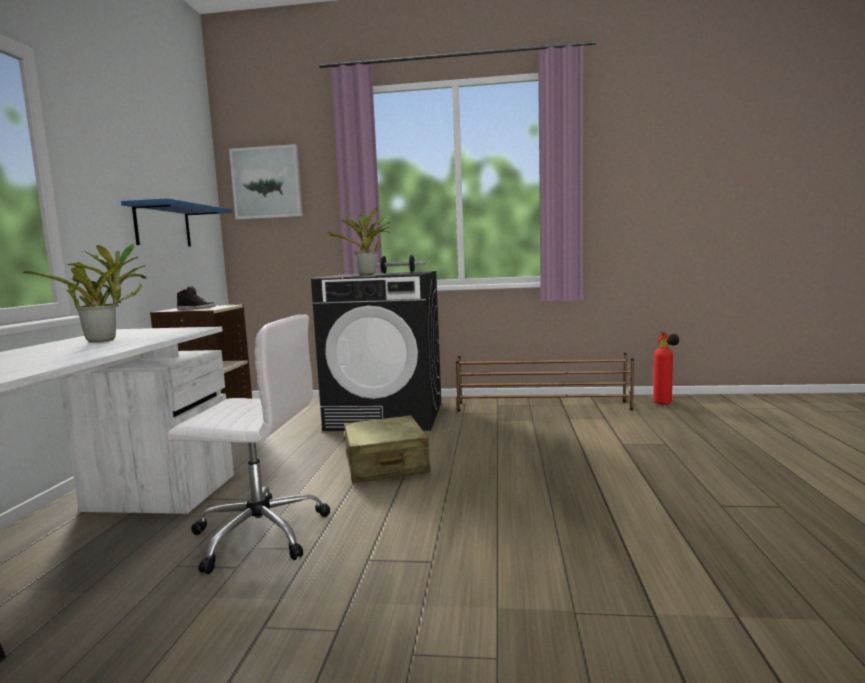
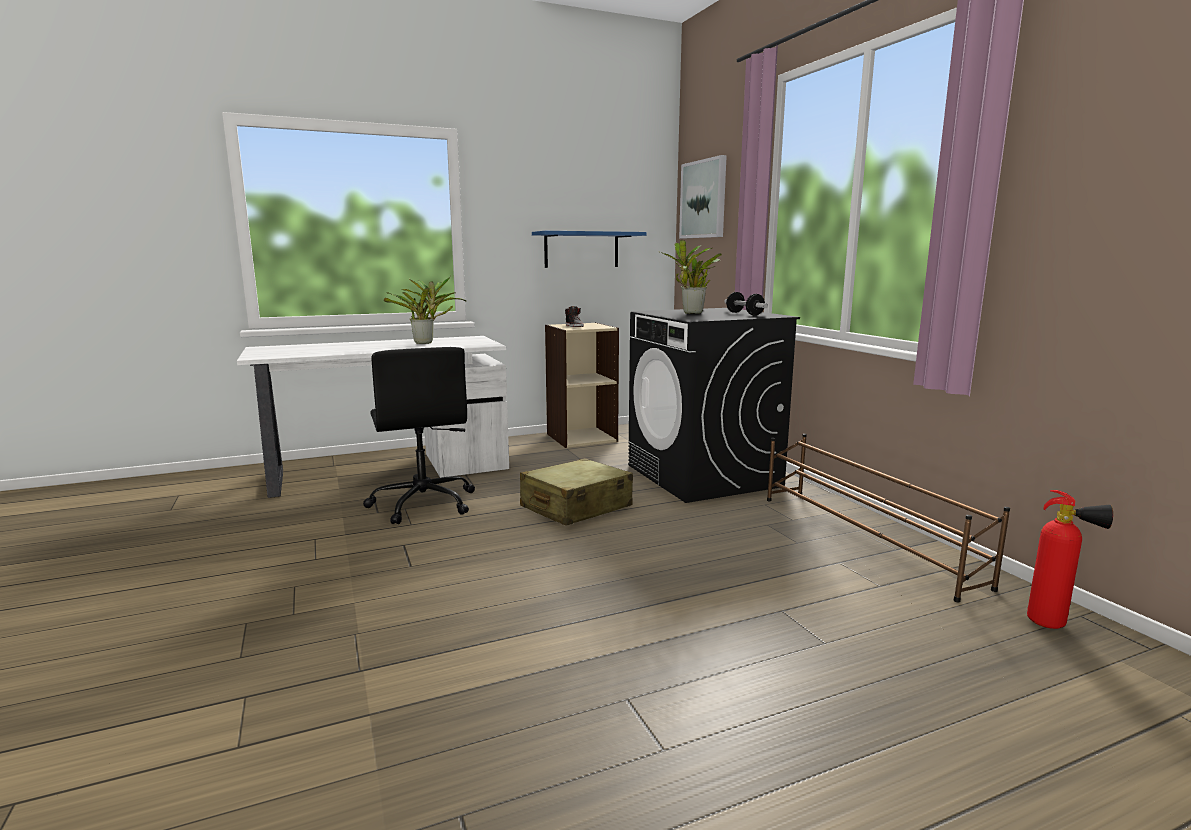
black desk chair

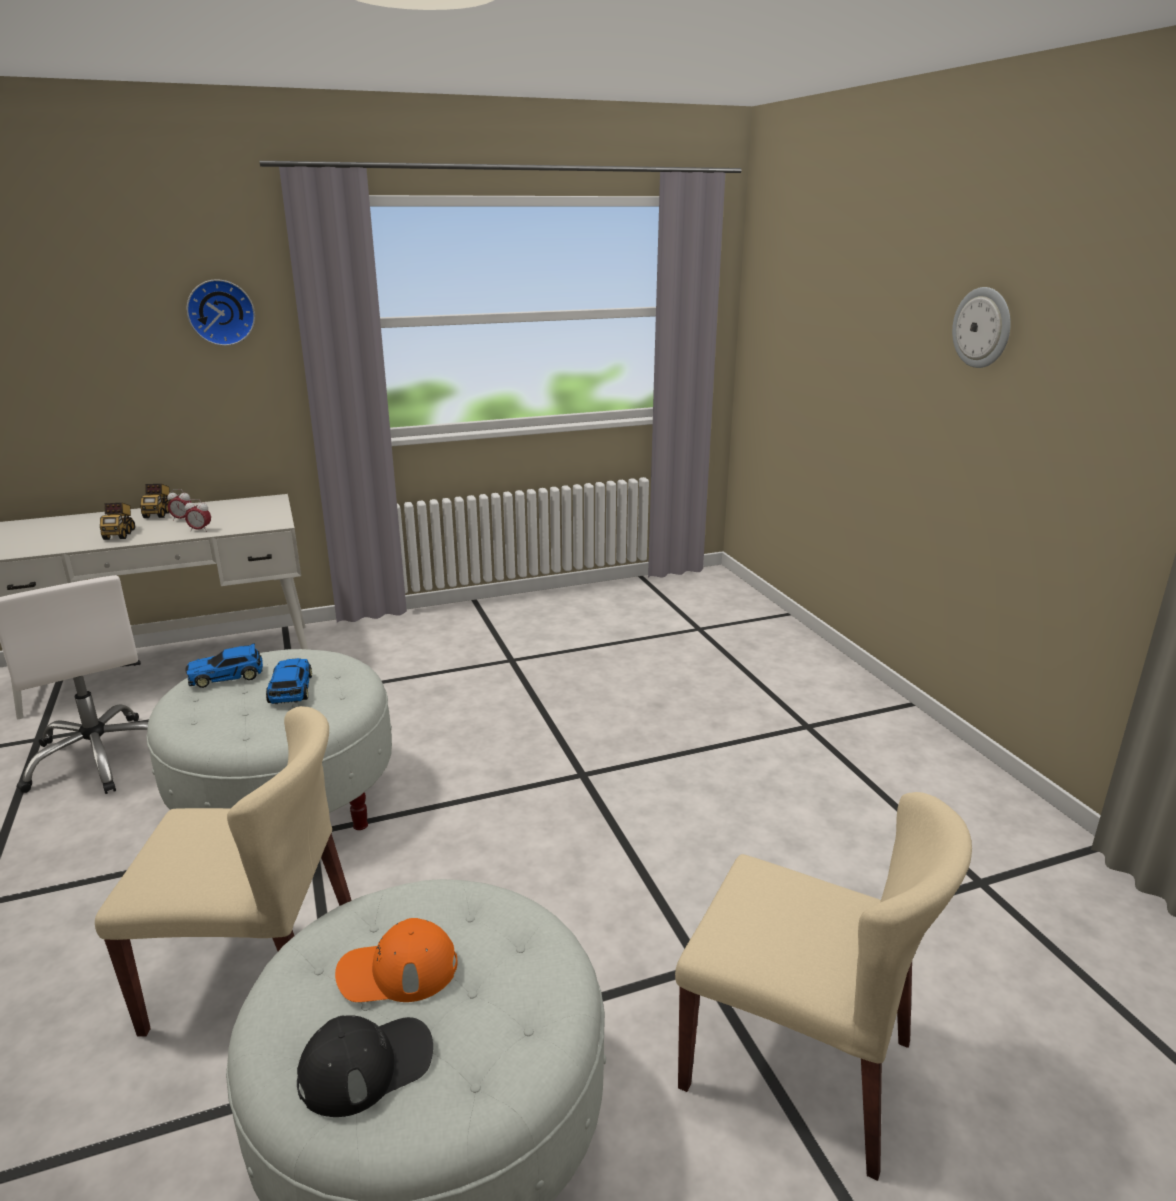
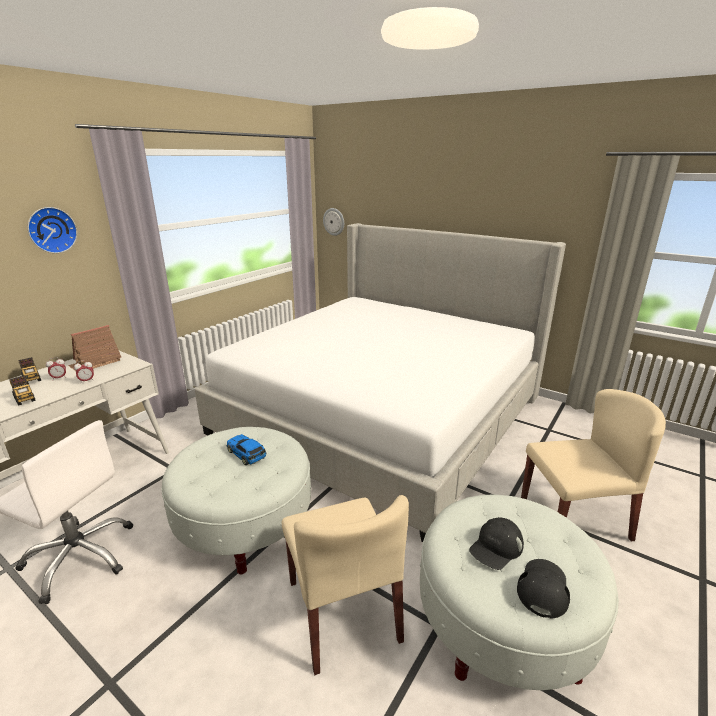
miniature car (1st from left in the first image); model house; bedroom bed; clock on the wall (2nd from left); black cap (1st from left); beige-coloured upright chair (1st from left)

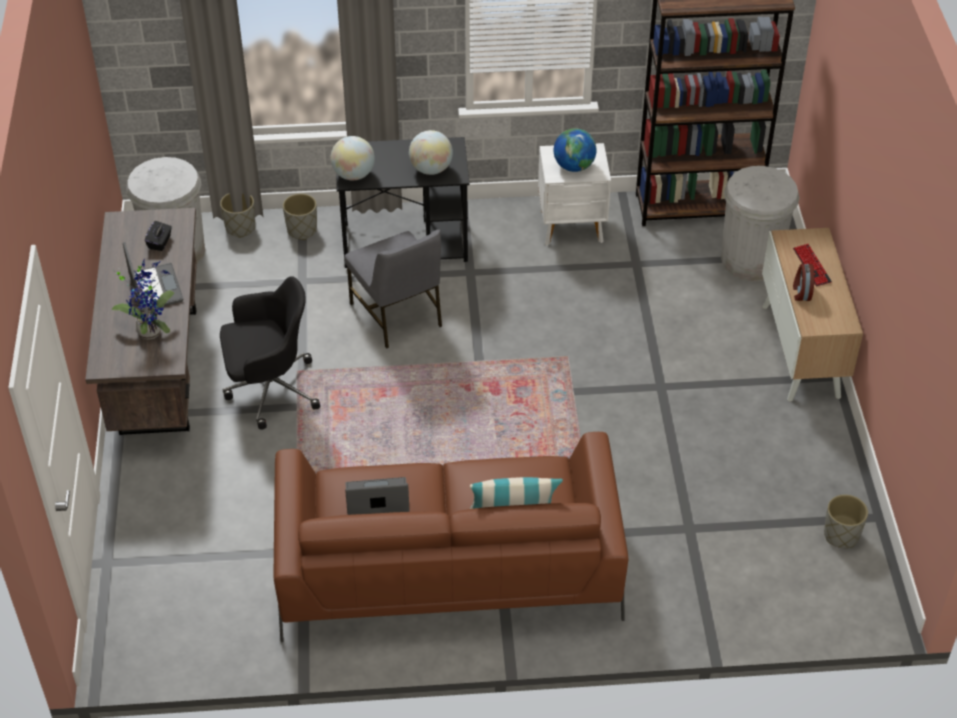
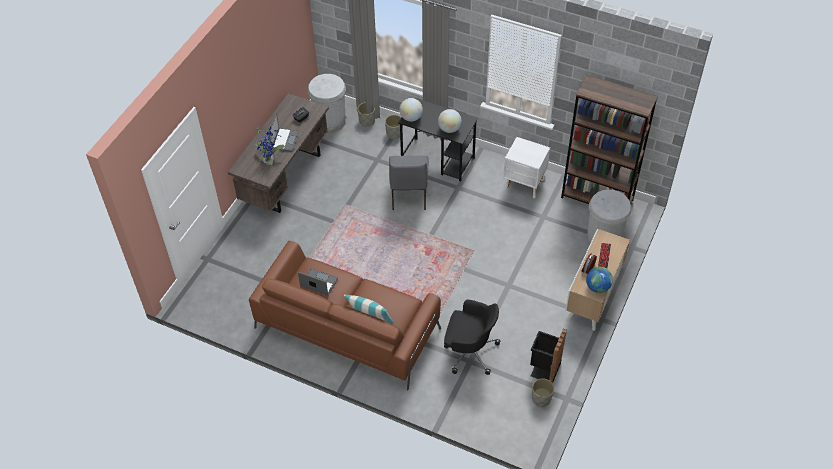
black waste bin; black desk chair; desk globe (3rd from left)

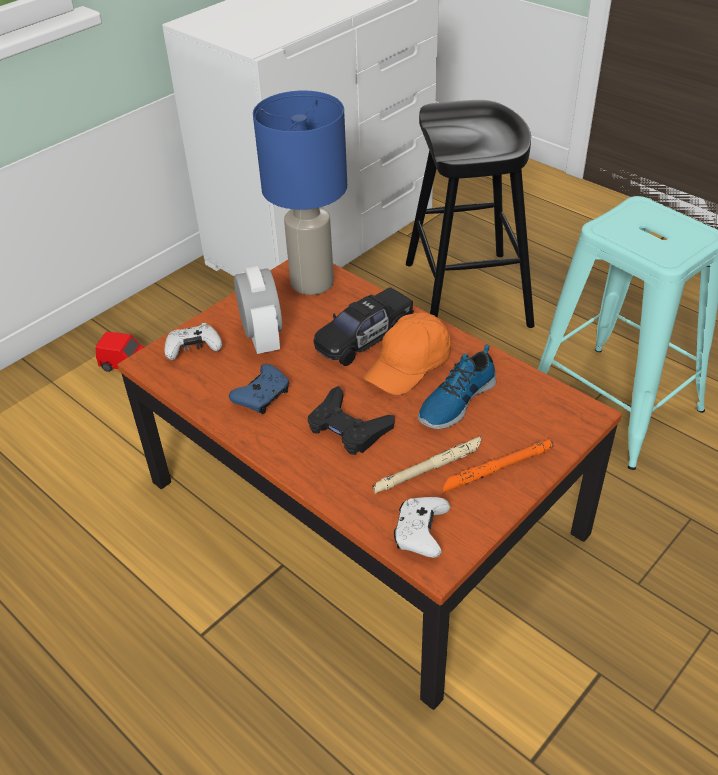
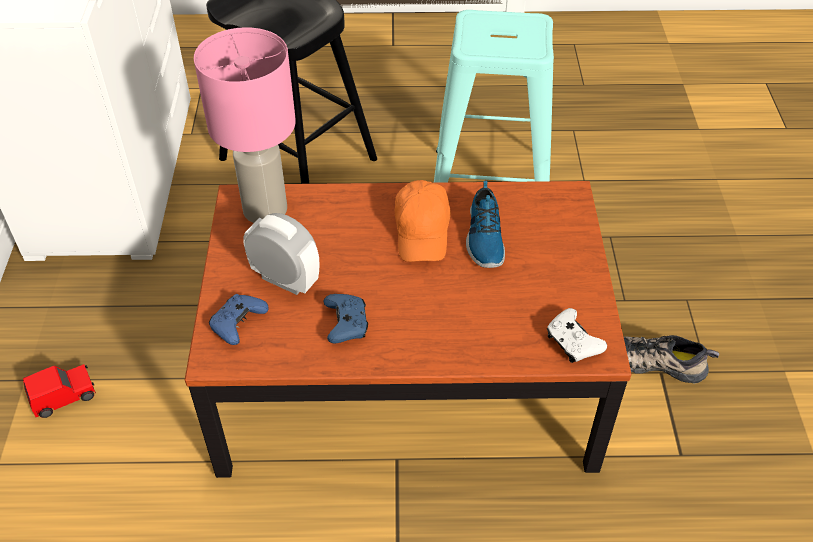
black gamepad; black miniature car; beige-coloured hand torch; orangey hand torch; low shoe (2nd from left); blue-coloured gamepad (1st from left); pink-coloured table lamp

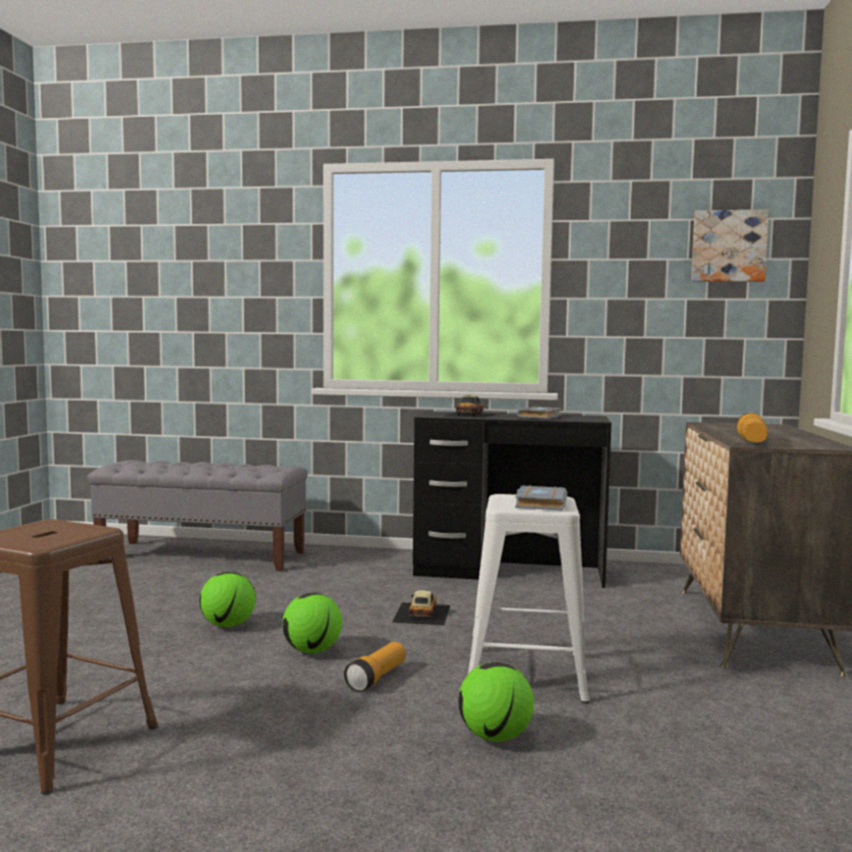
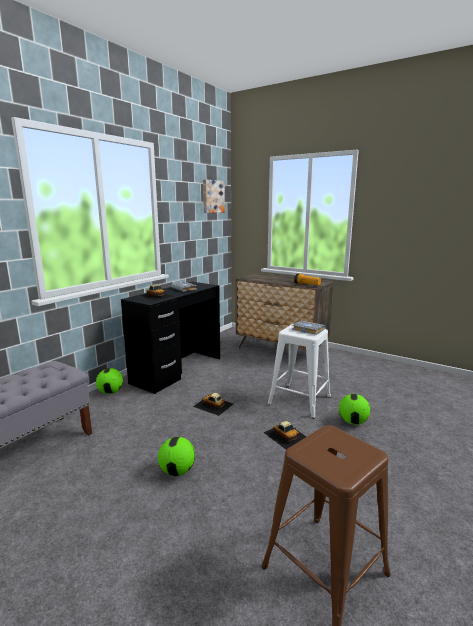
ball for football (1st from left); miniature car (3rd from left)

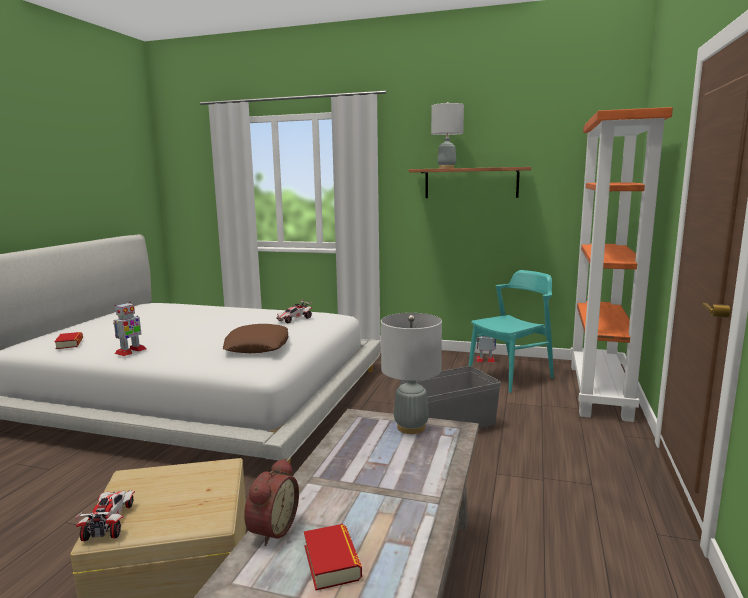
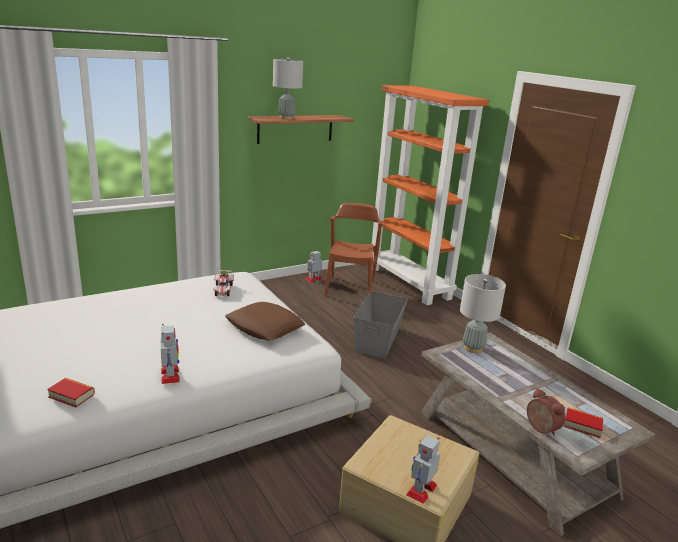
model robot (3rd from left); brown upright chair

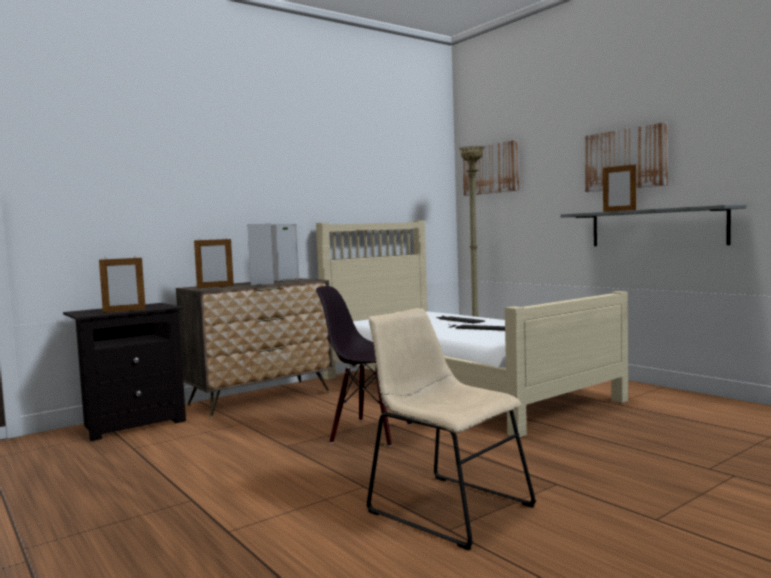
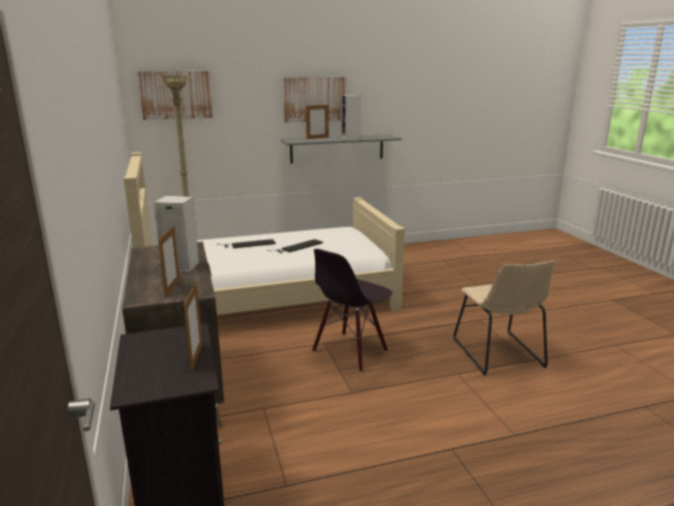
loudspeaker (2nd from left); beige-coloured upright chair

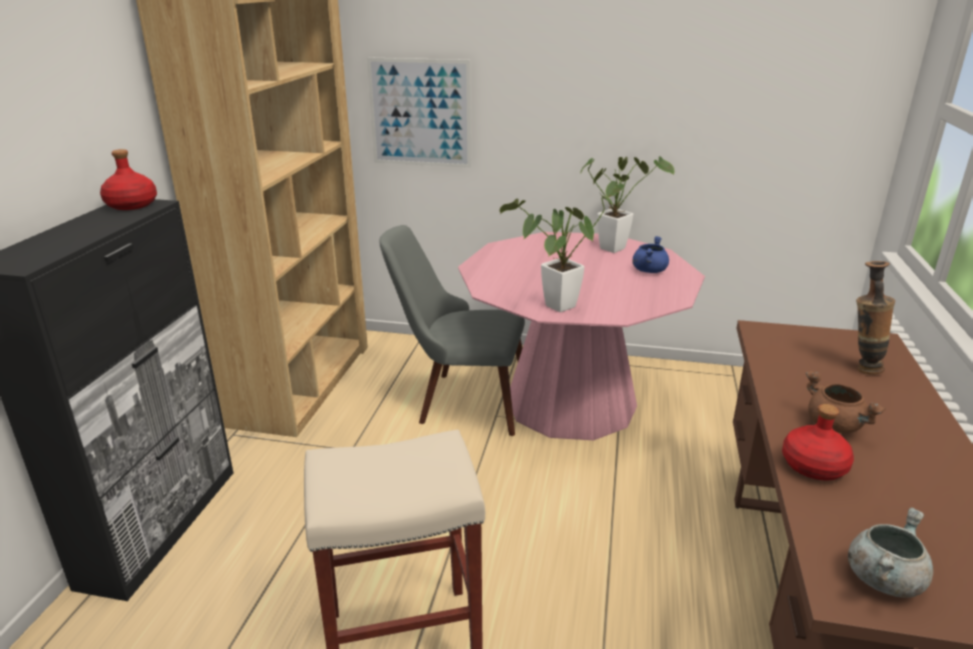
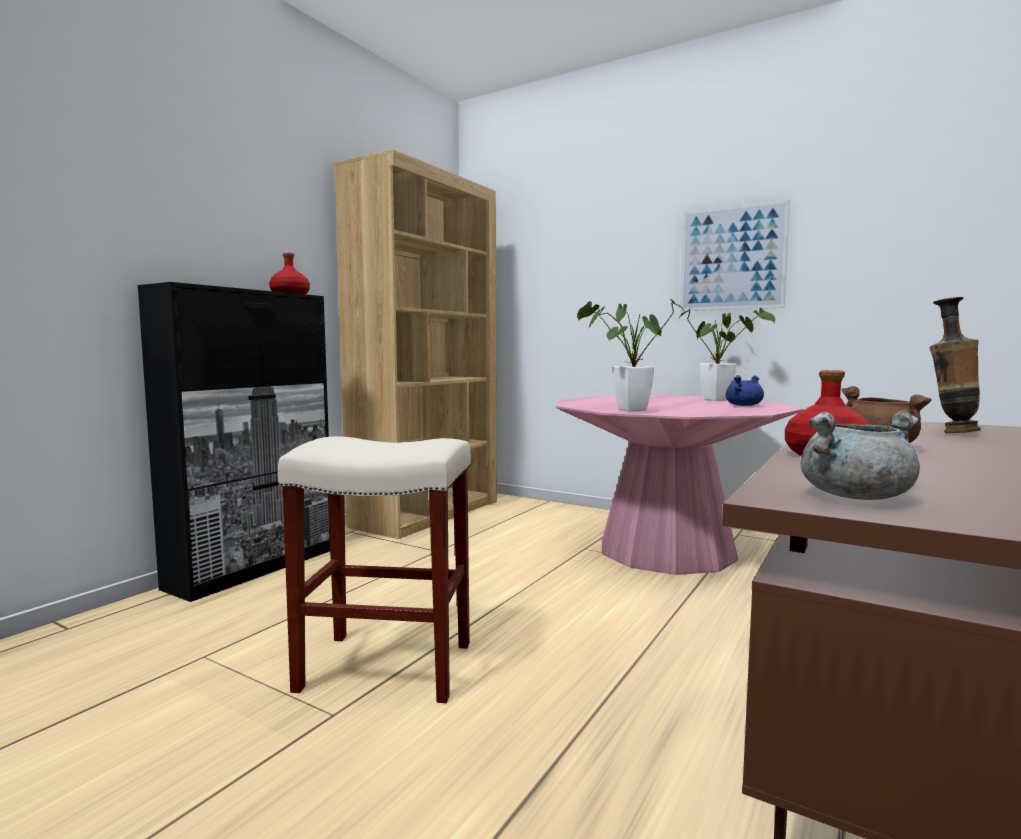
gray upright chair; wall picture

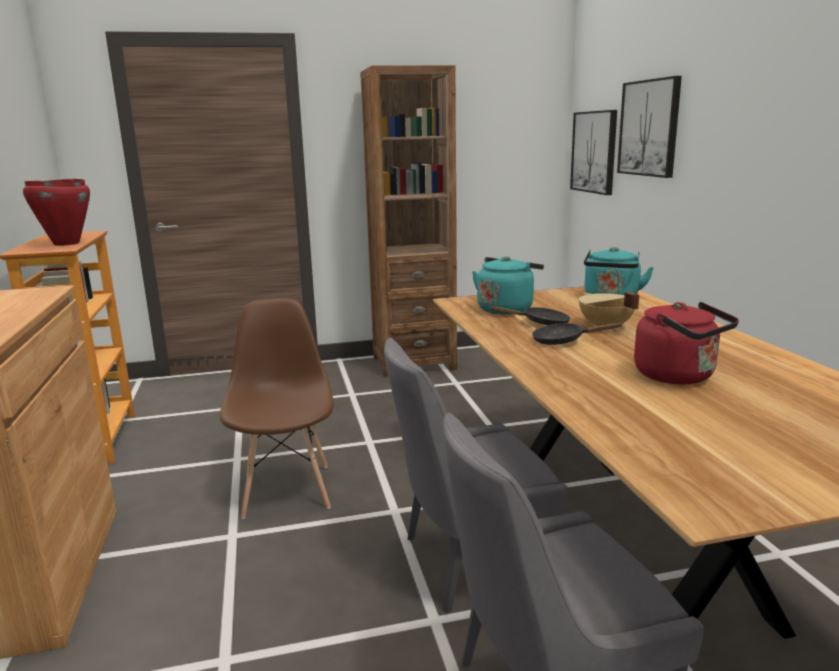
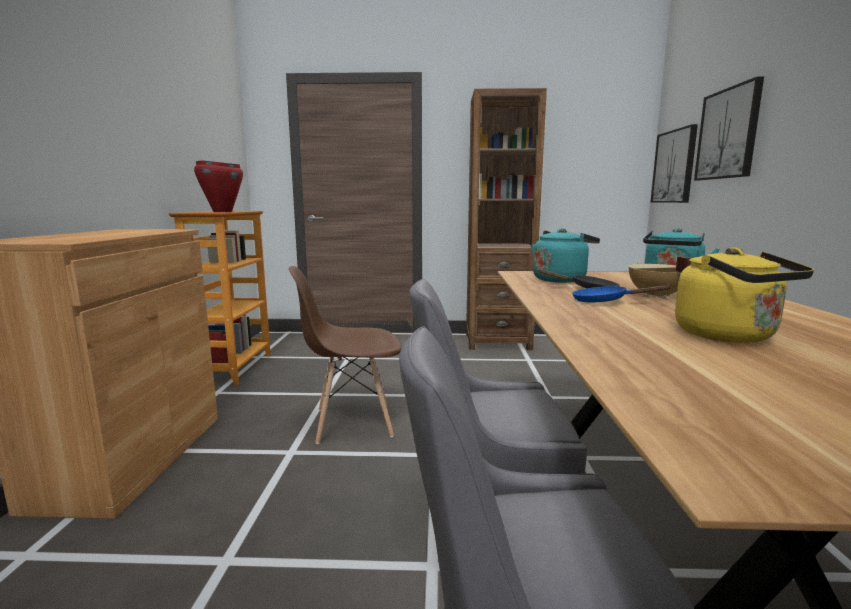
blue-coloured skillet; yellowish water kettle; brown upright chair

